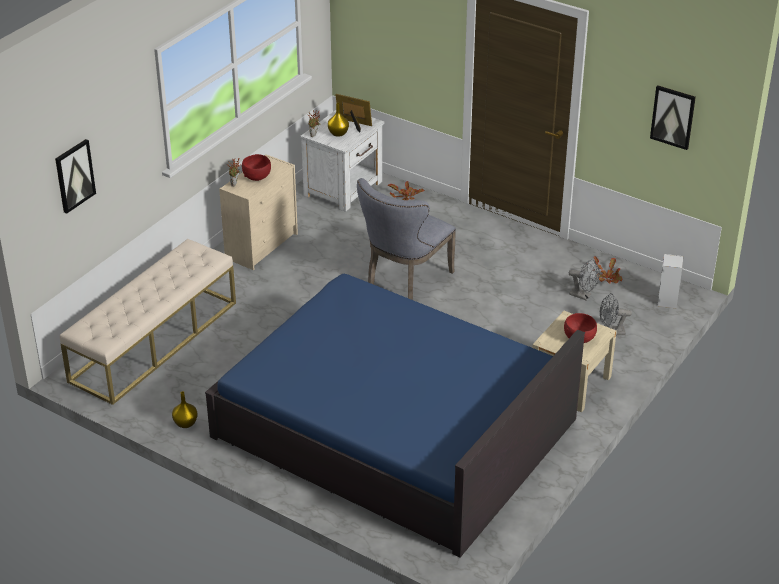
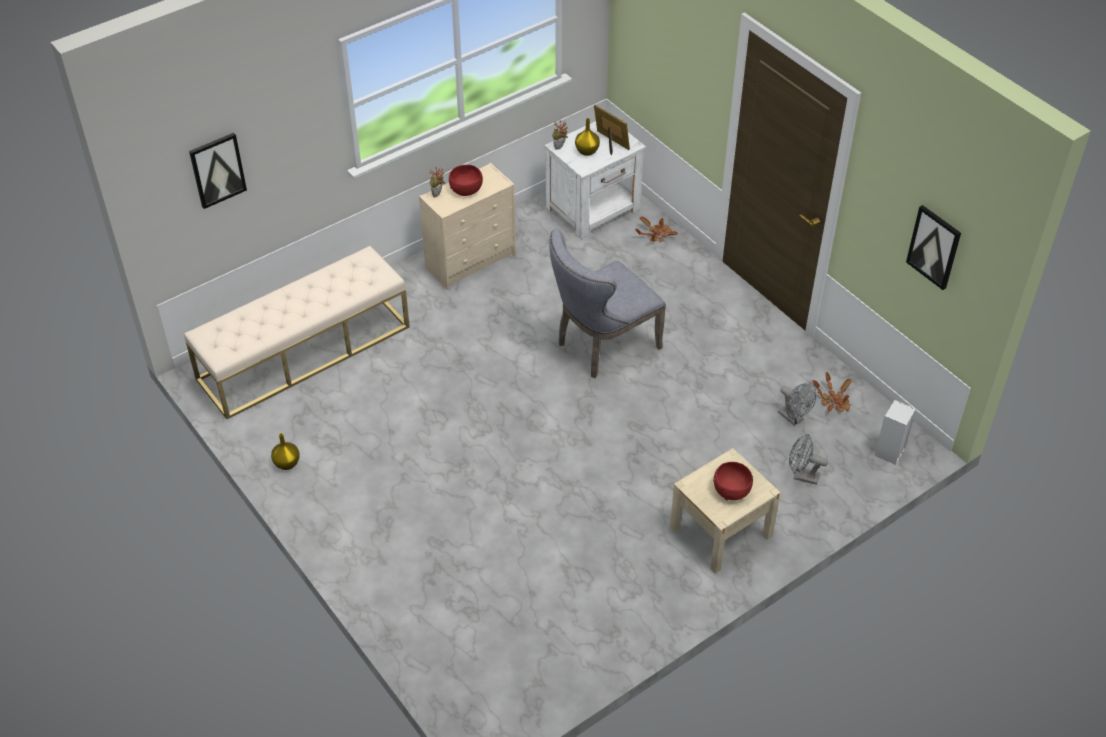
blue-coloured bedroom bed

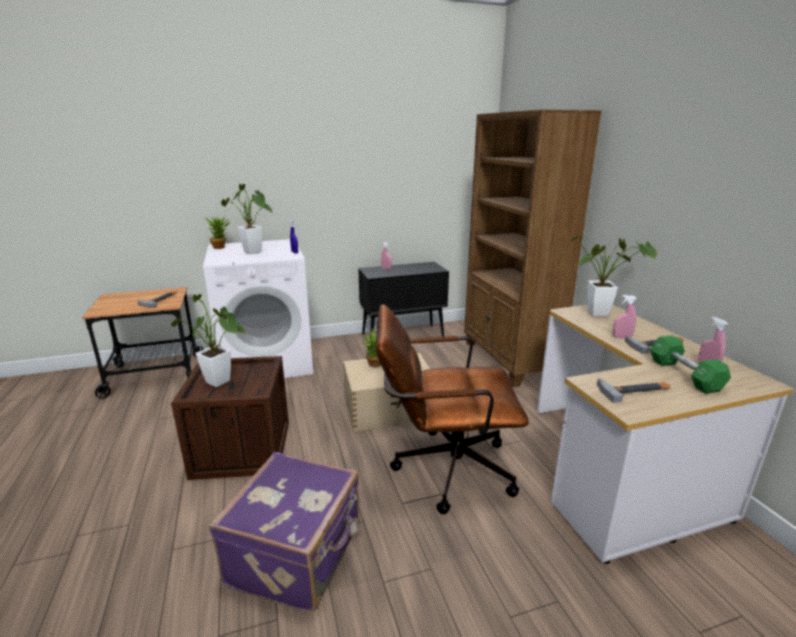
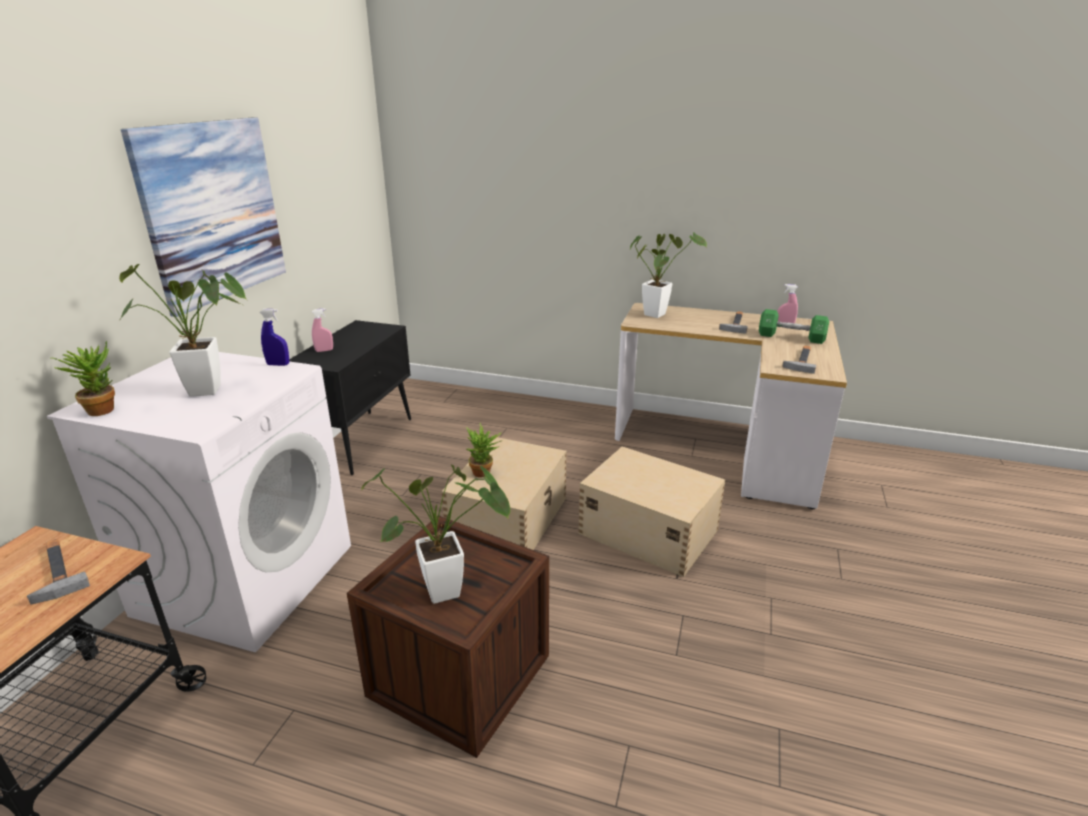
purple suitcase; brown shelving unit; pink-coloured spray bottle (2nd from left in the first image); wall picture; beige-coloured storage bin (2nd from left)

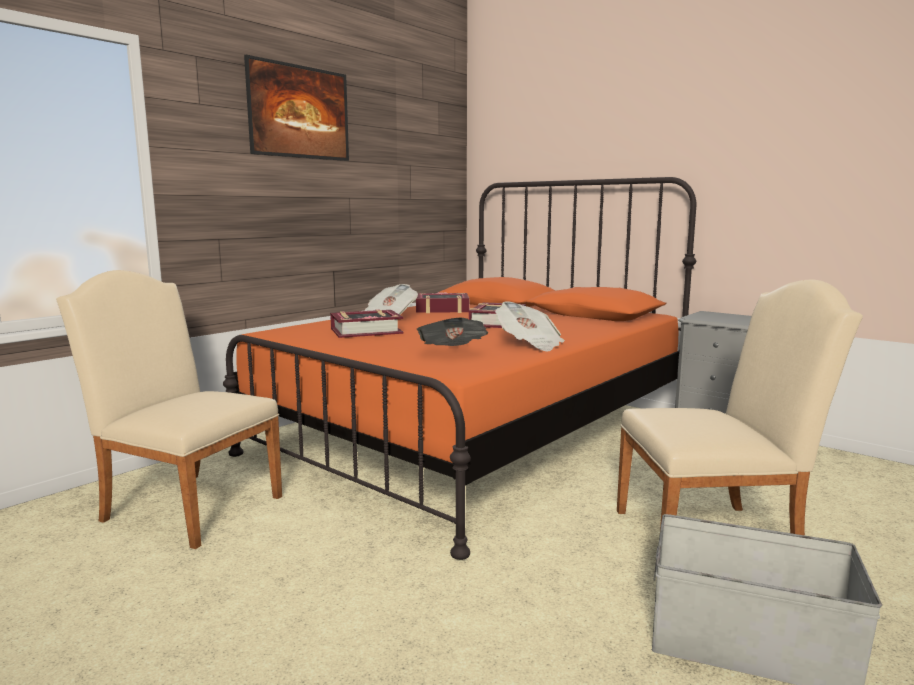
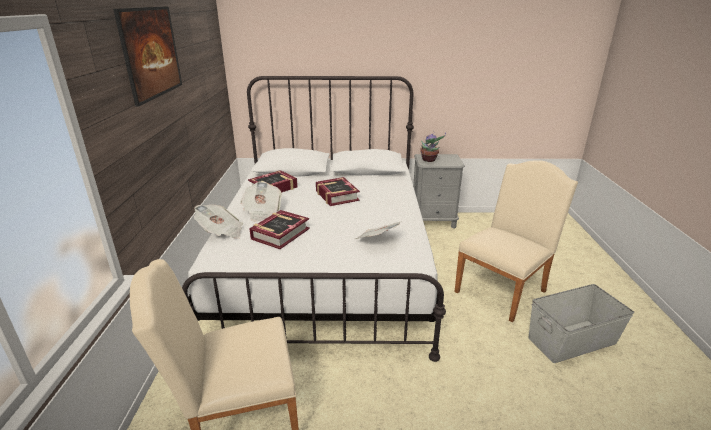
houseplant; printed paper (1st from left); whitish bedroom bed

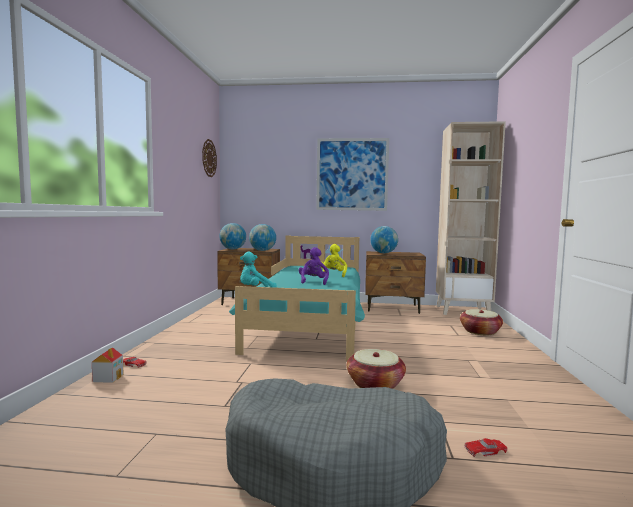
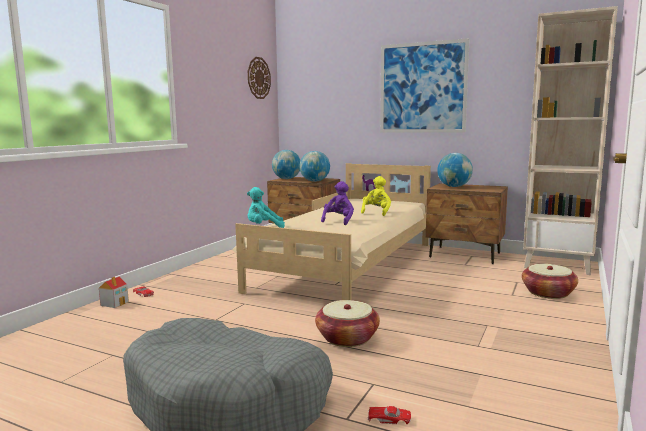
beige-coloured bedroom bed

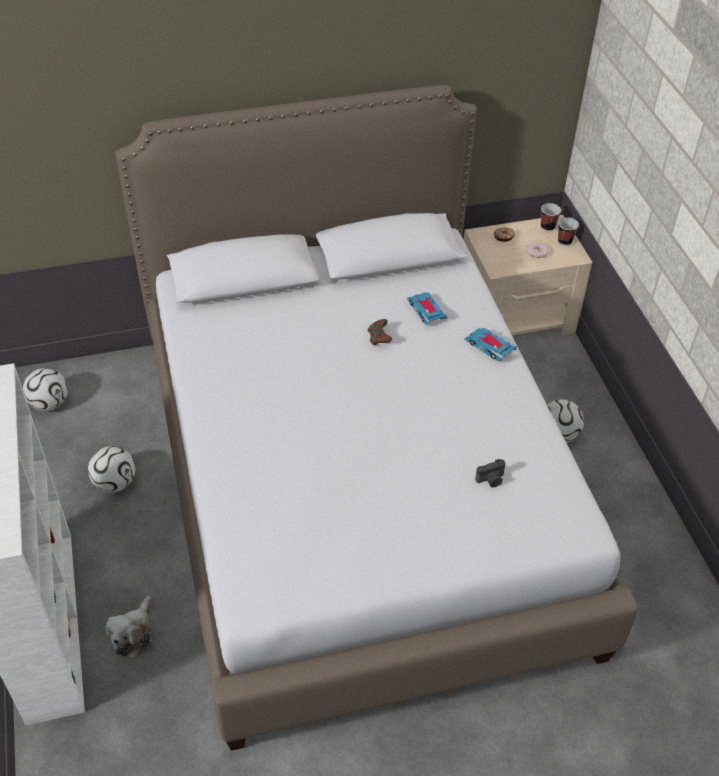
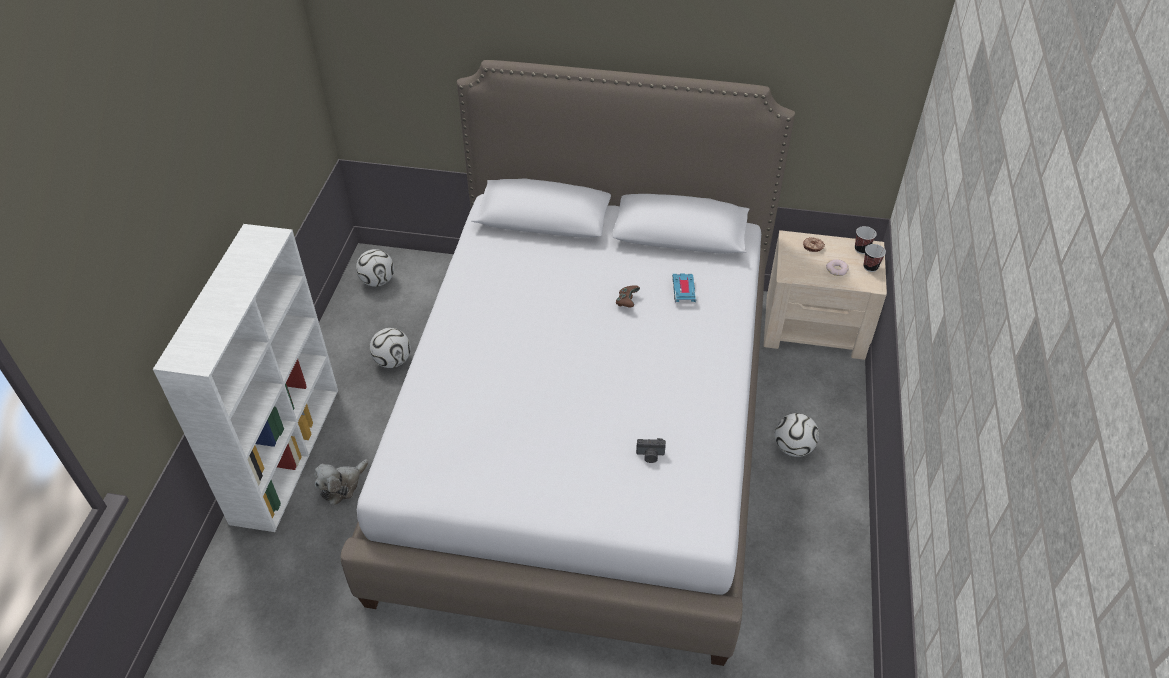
miniature car (2nd from left in the first image)

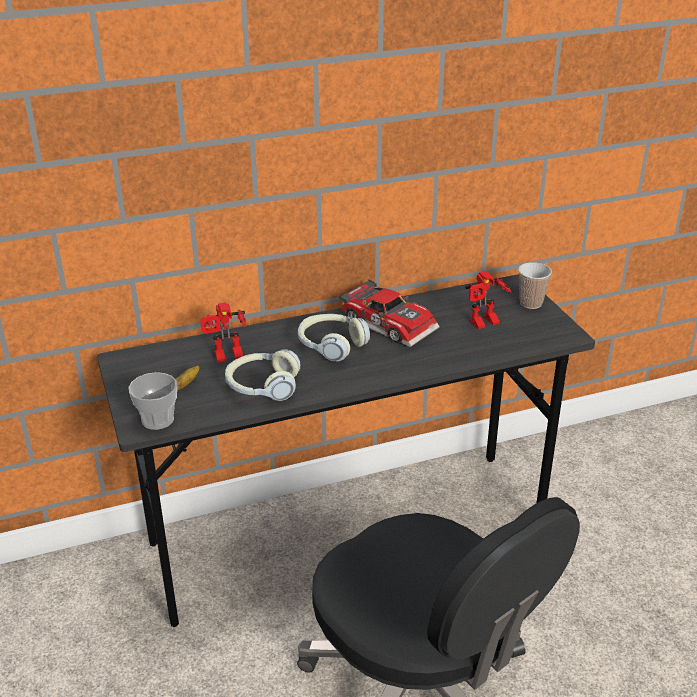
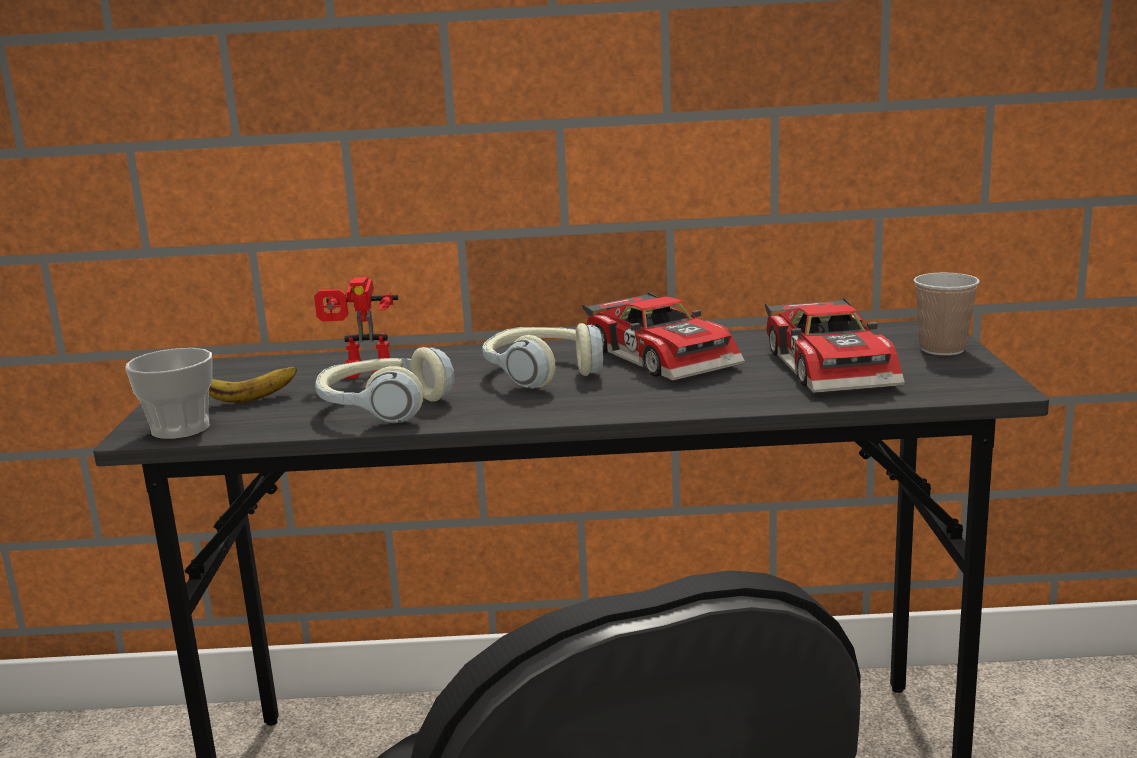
miniature car (2nd from left)

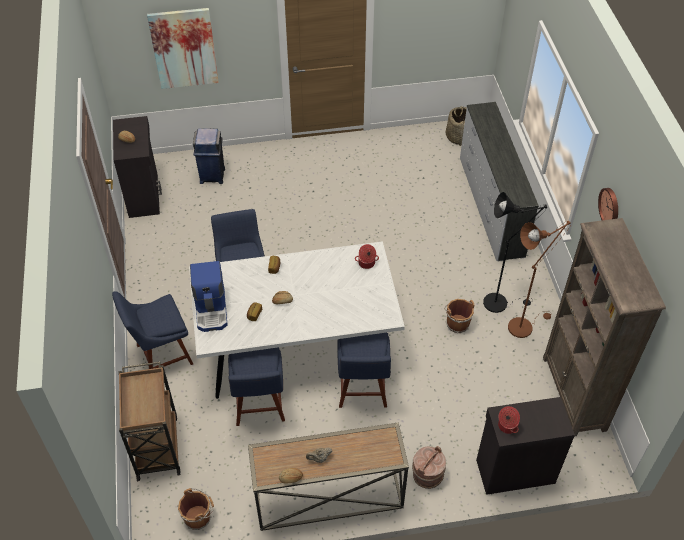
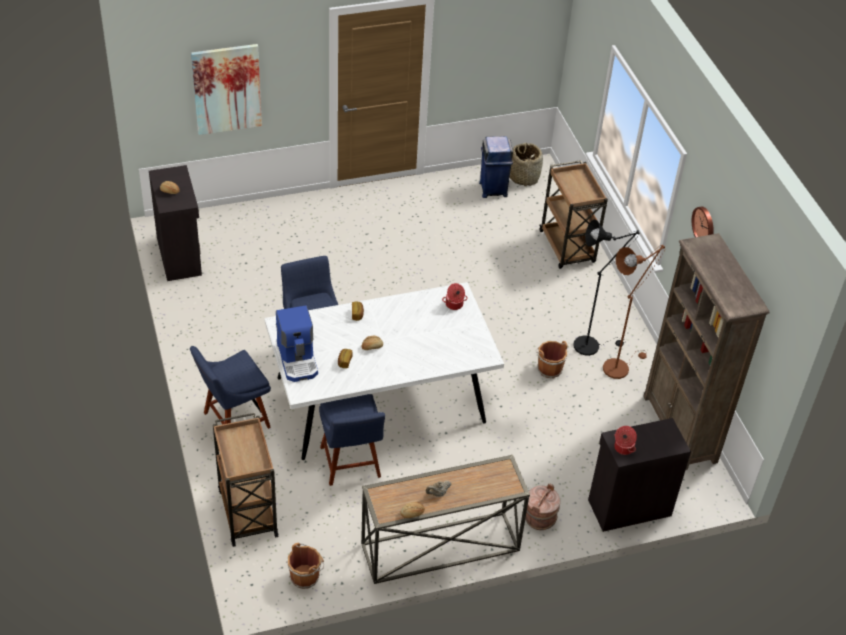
blue-coloured upright chair (4th from left in the first image); blue-coloured waste bin; brown wheeled cart (2nd from left)

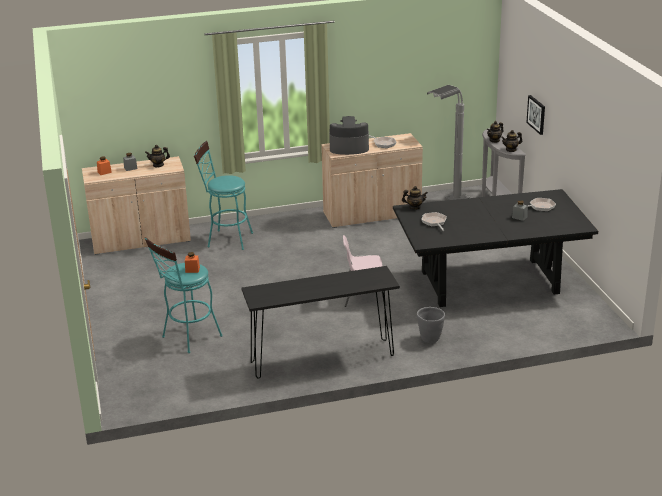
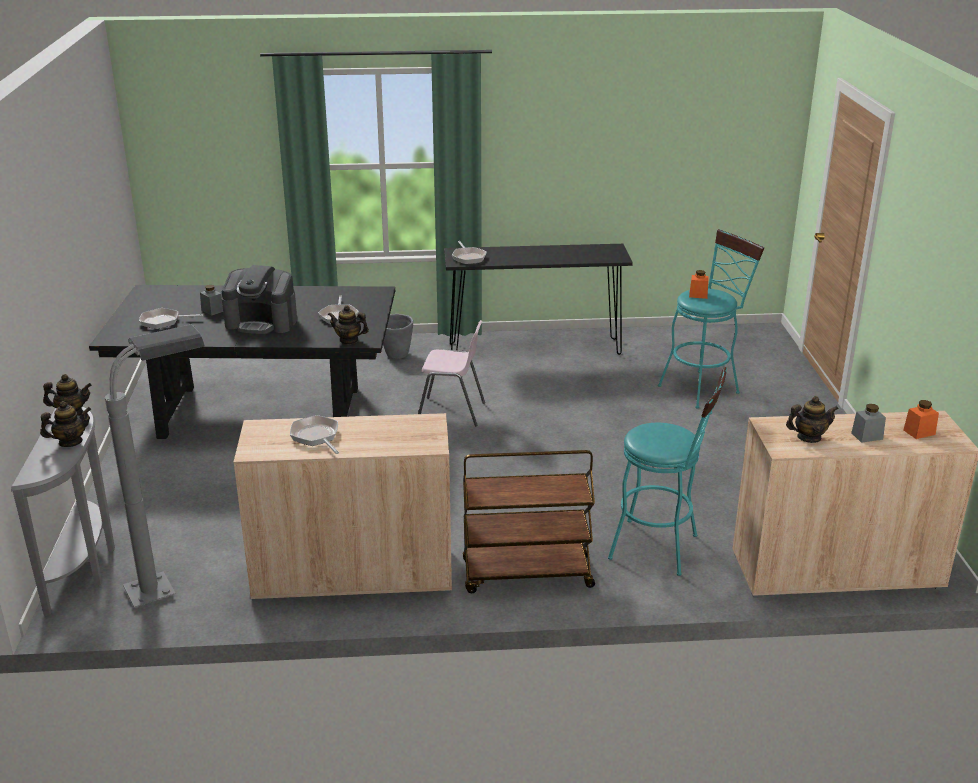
wall picture; skillet (4th from left); brown wheeled cart; coffee maker

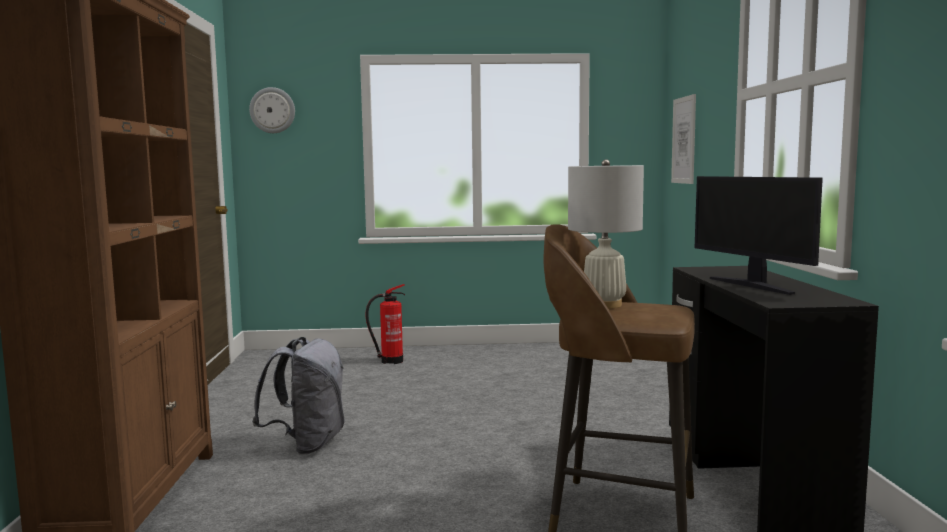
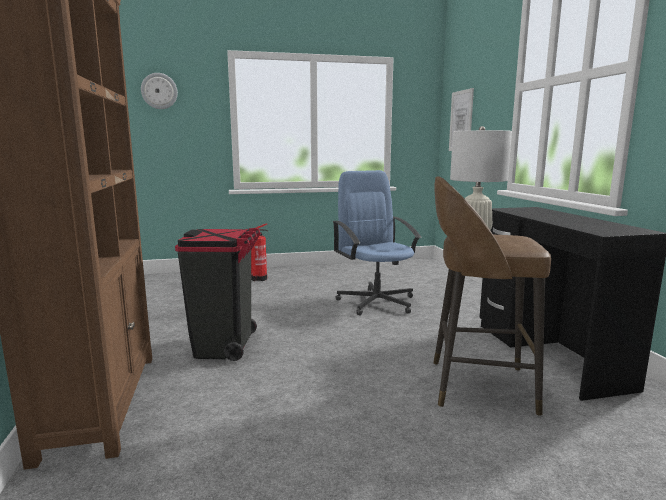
monitor; blue-coloured desk chair; black waste bin

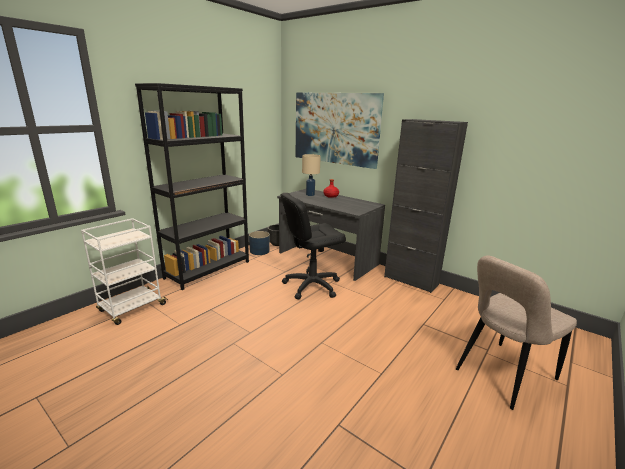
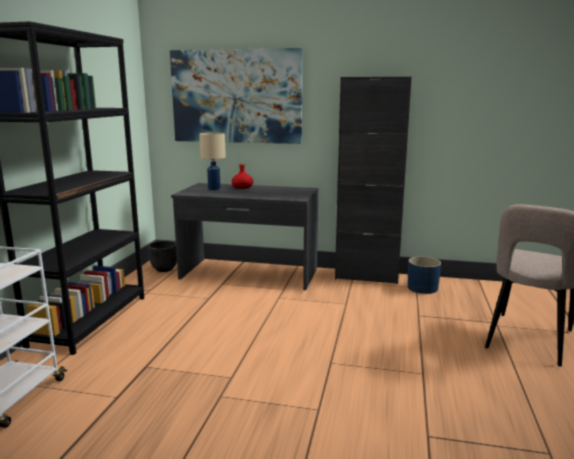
black desk chair; blue-coloured plant pot

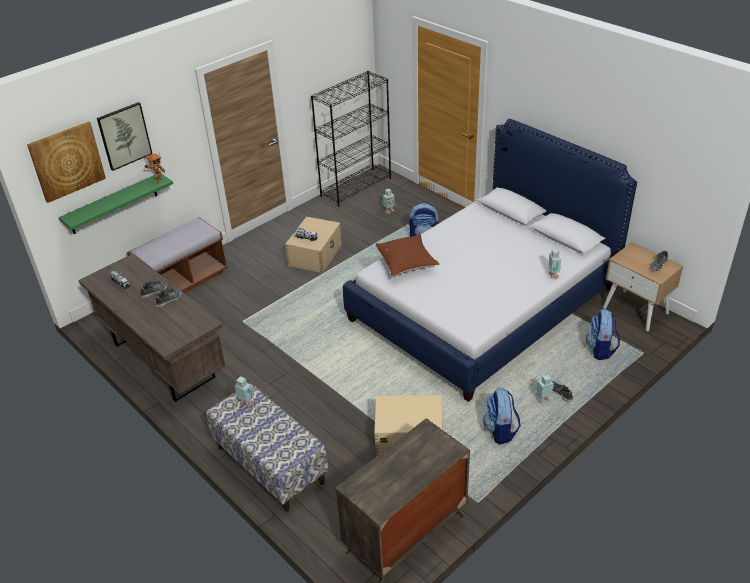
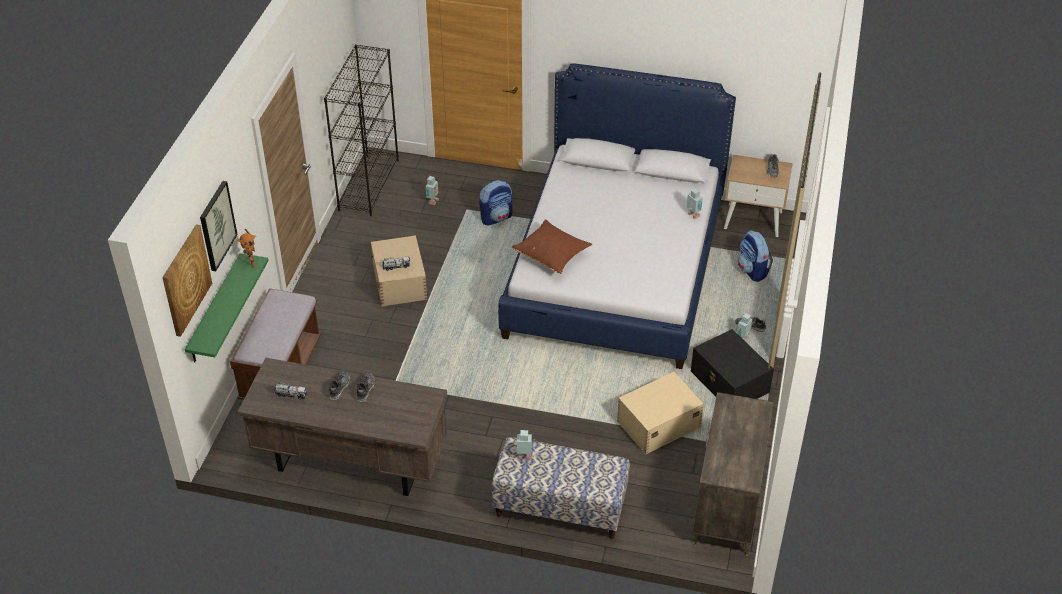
black storage bin

